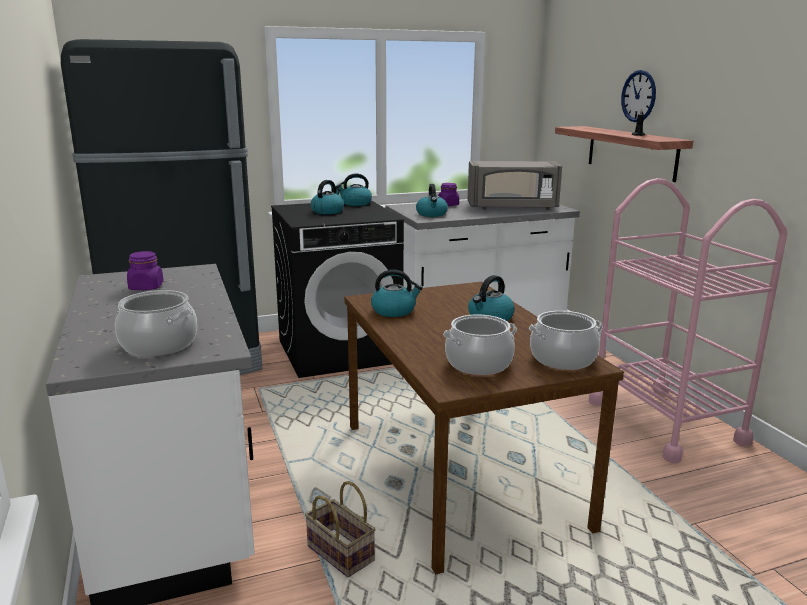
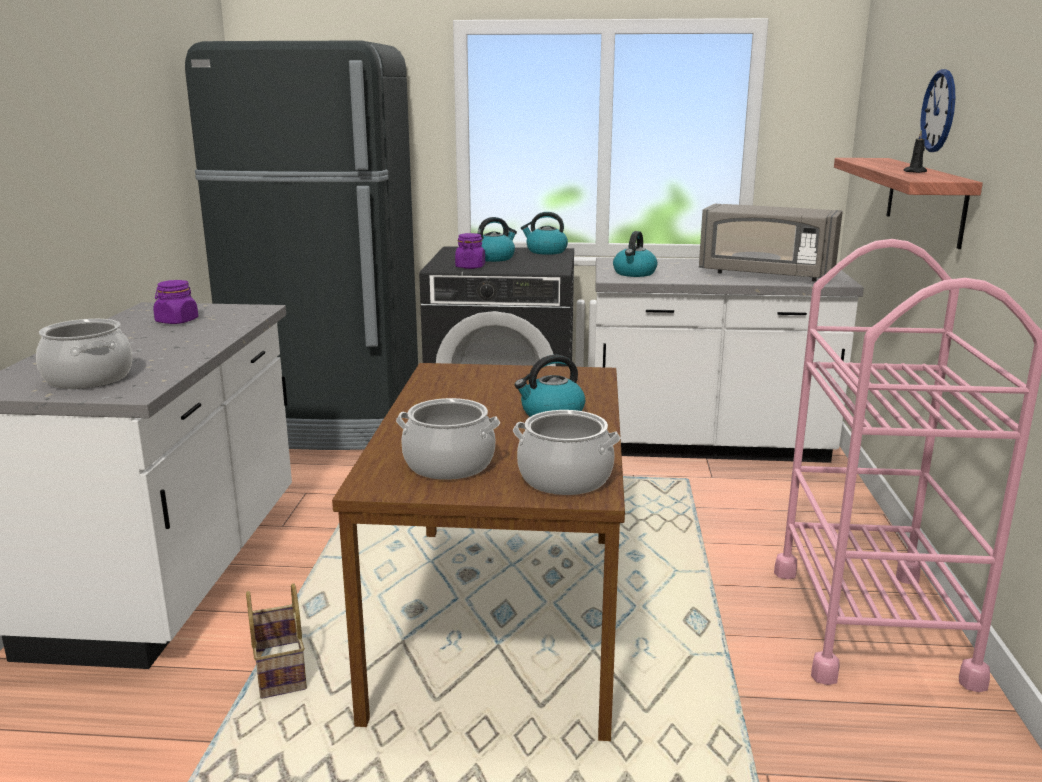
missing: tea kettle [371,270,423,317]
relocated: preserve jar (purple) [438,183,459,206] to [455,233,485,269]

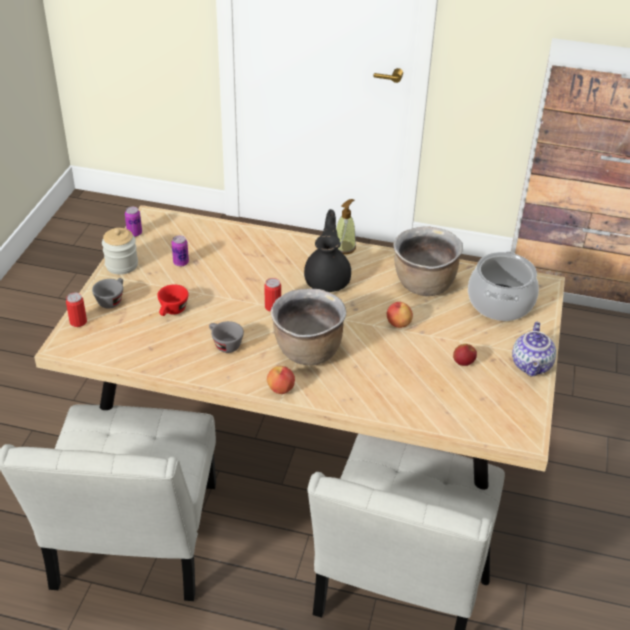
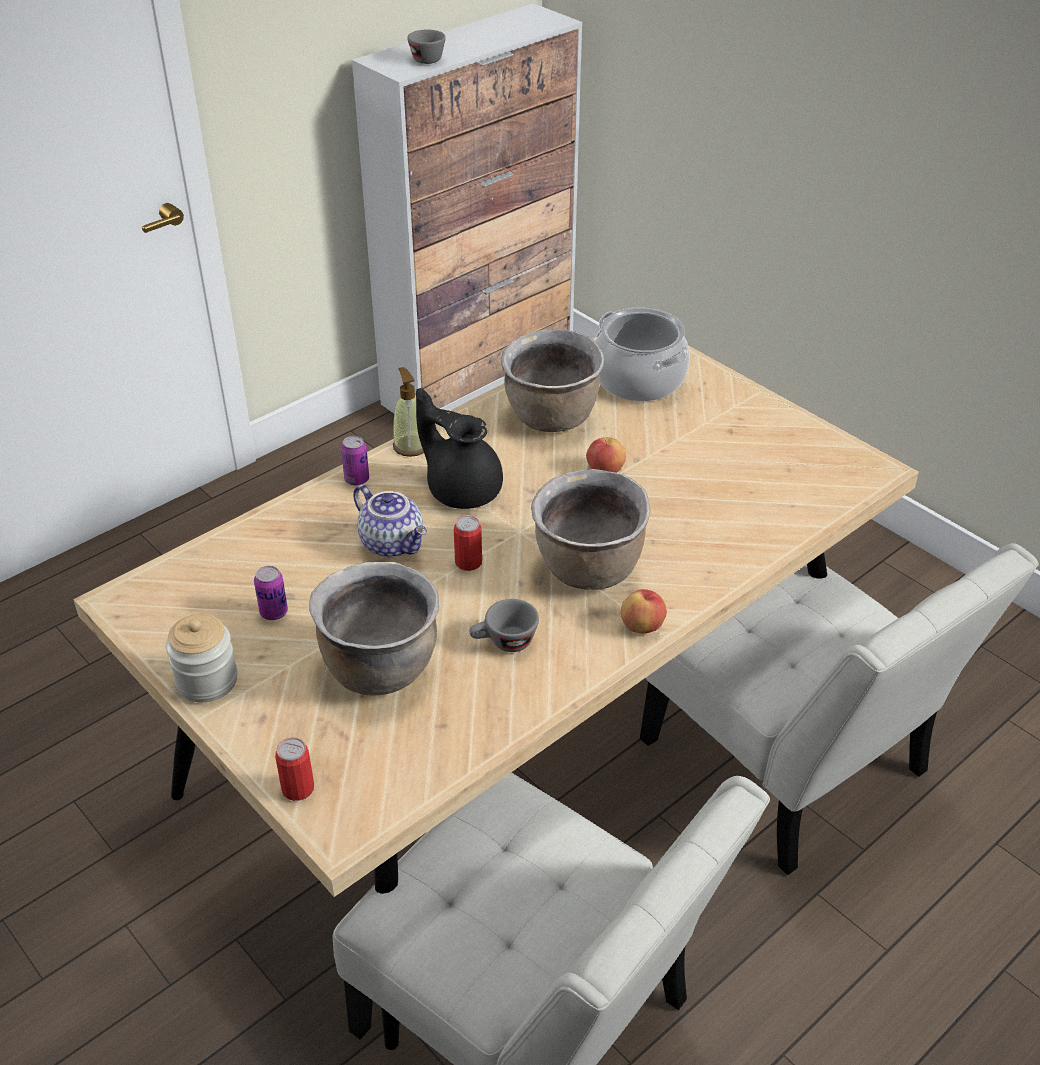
missing: apple fruit [453,344,477,366]
relocated: drinking cup (grey) [92,278,123,309] to [407,30,446,64]; metal can [125,207,142,237] to [341,436,369,485]; pot for tea [512,322,556,376] to [353,485,427,557]
exchanged: drinking cup (red) [157,284,188,316] to cooking pot (brown-coloured) [309,562,439,695]

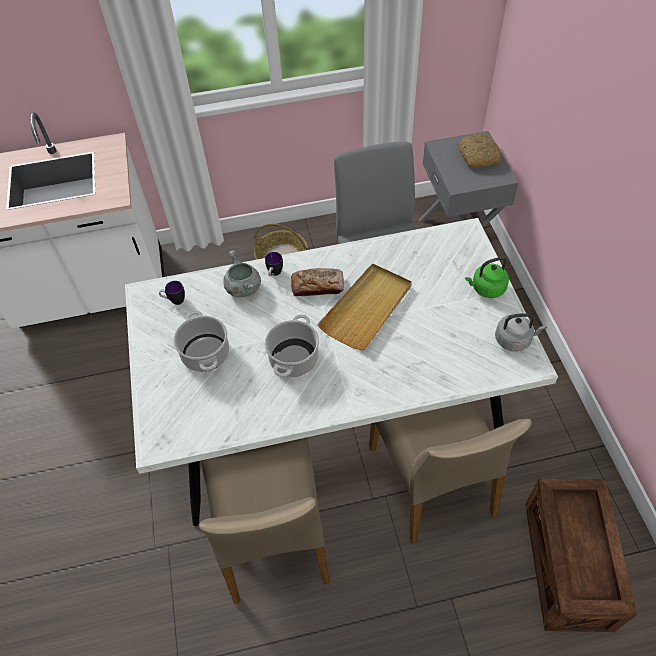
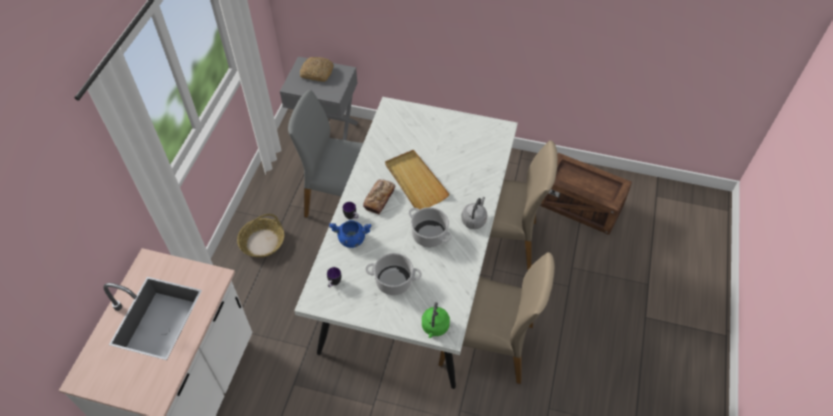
relocated: tea kettle (greenish) [465,257,509,298] to [422,302,450,338]; tea kettle (grey) [495,313,547,352] to [461,197,487,229]
colour: cooking pot (grey) [223,250,261,298] to cooking pot (bluish) [329,220,371,248]

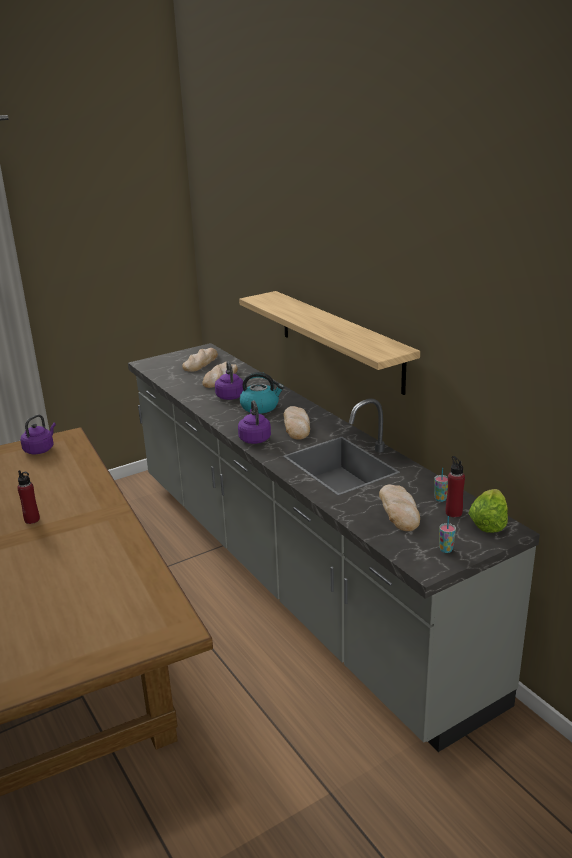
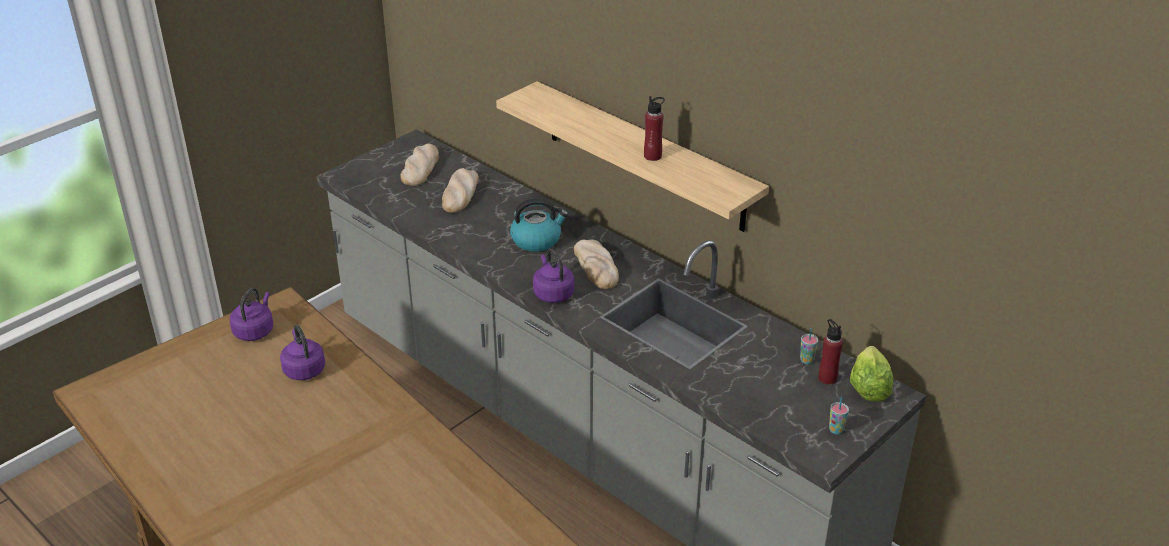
missing: bread [379,484,420,531]
relocated: drink bottle (red) [17,470,40,524] to [644,96,665,161]; tea kettle (purple) [215,361,243,400] to [280,324,325,380]

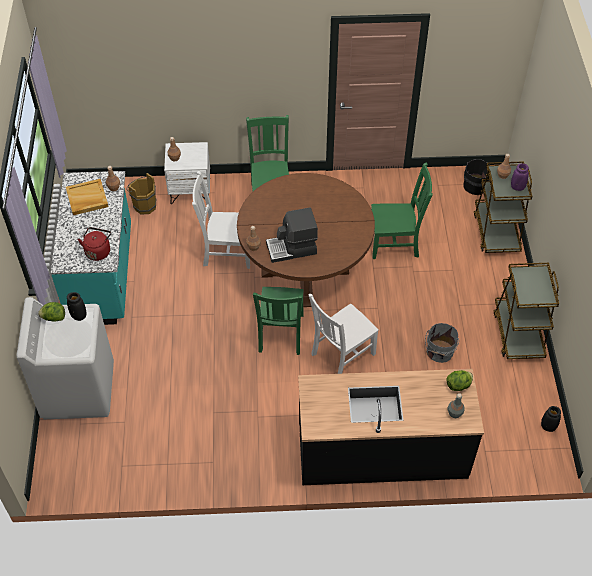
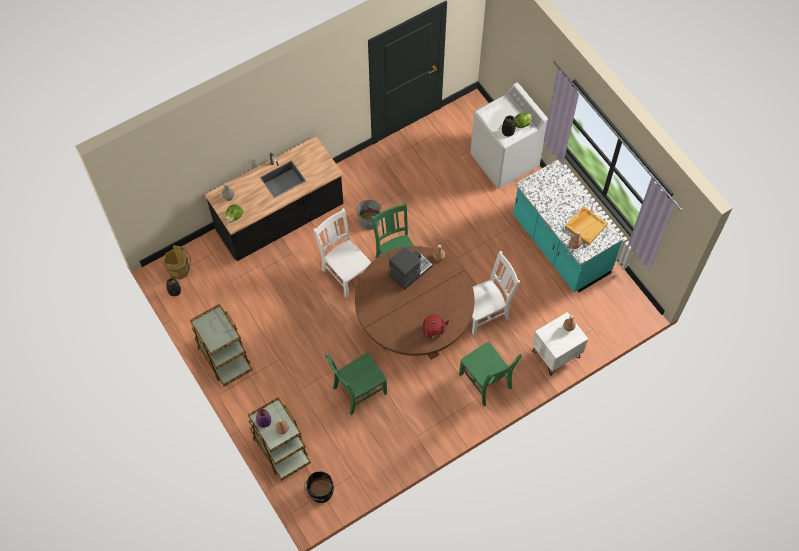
relocated: tea kettle (red) [78,227,111,261] to [423,315,449,339]; water bucket (brown-coloured) [126,173,156,215] to [163,245,191,280]; water bucket (grey) [425,323,459,363] to [355,200,382,230]
spun: plain chair (white) [308,294,379,374] = [313,208,372,298] 60 degrees counterclockwise

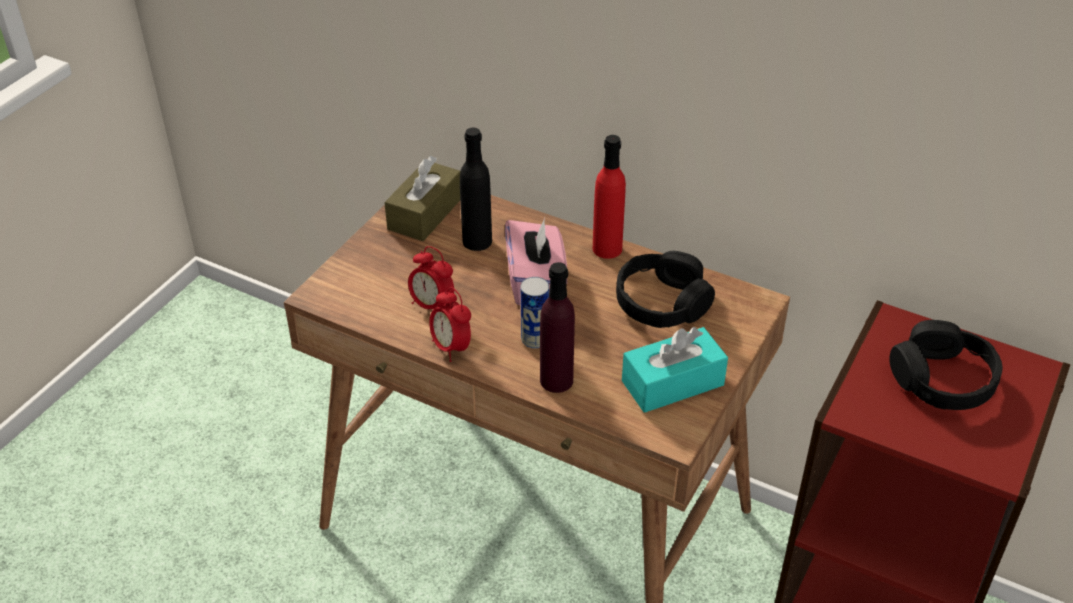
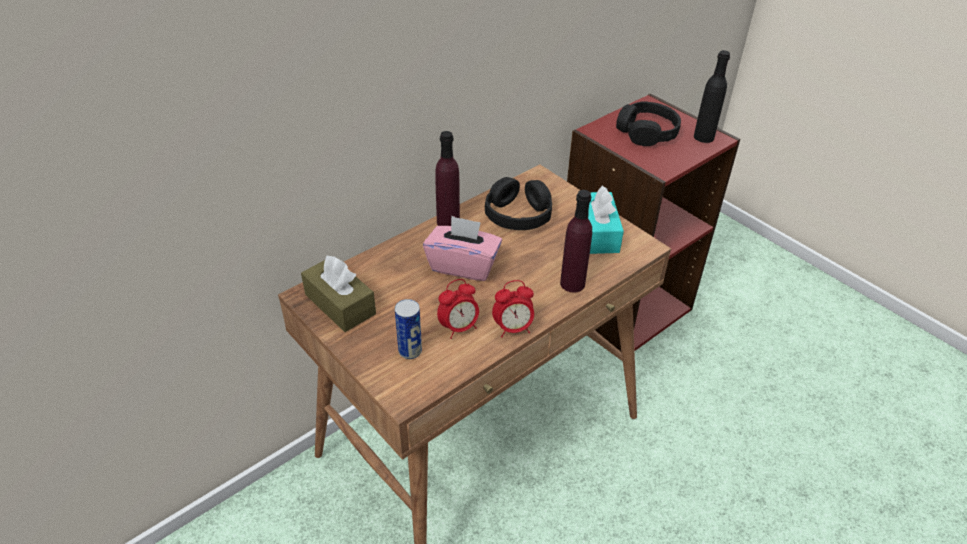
relocated: drink bottle (black-coloured) [460,127,492,251] to [694,50,730,143]; metal can [521,277,549,349] to [395,299,422,359]
colour: drink bottle (red) [593,135,626,259] to drink bottle (purple) [435,131,460,226]

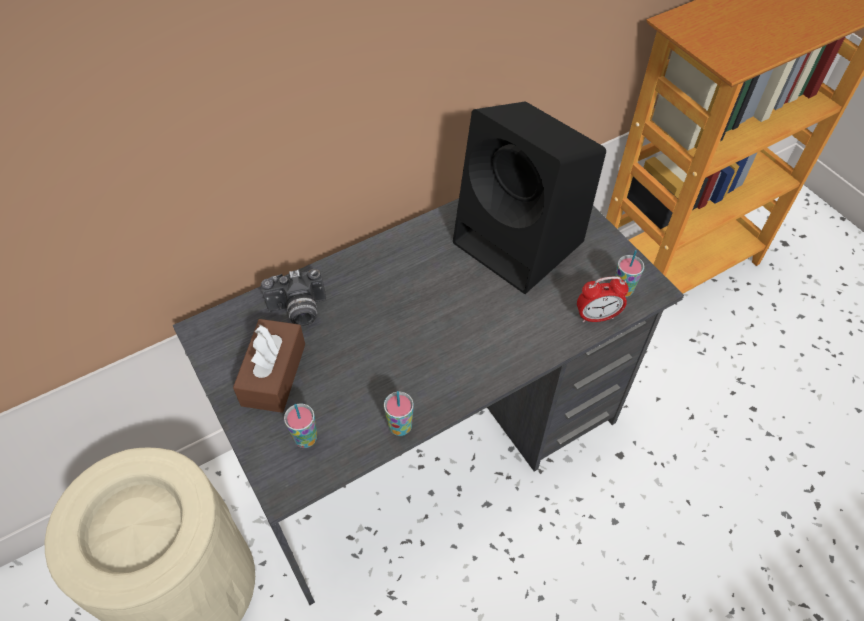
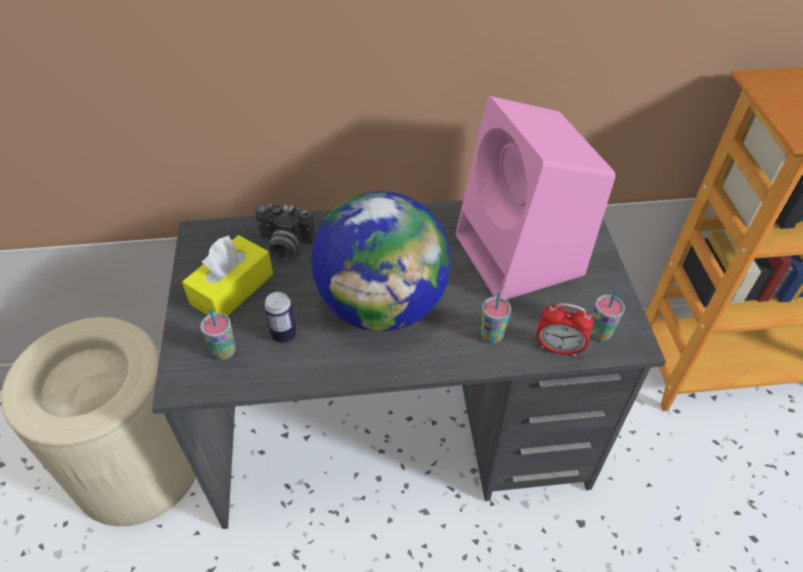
appeared: metal can [264,292,297,343]; globe [311,191,451,331]
relocated: drinking cup [384,391,414,436] to [481,291,511,343]
colour: tissue holder (brown-coloured) [233,319,305,413] to tissue holder (yellow-coloured) [182,235,273,316]; audio speaker (black-coloured) [453,102,606,294] to audio speaker (pinkish) [456,96,616,300]

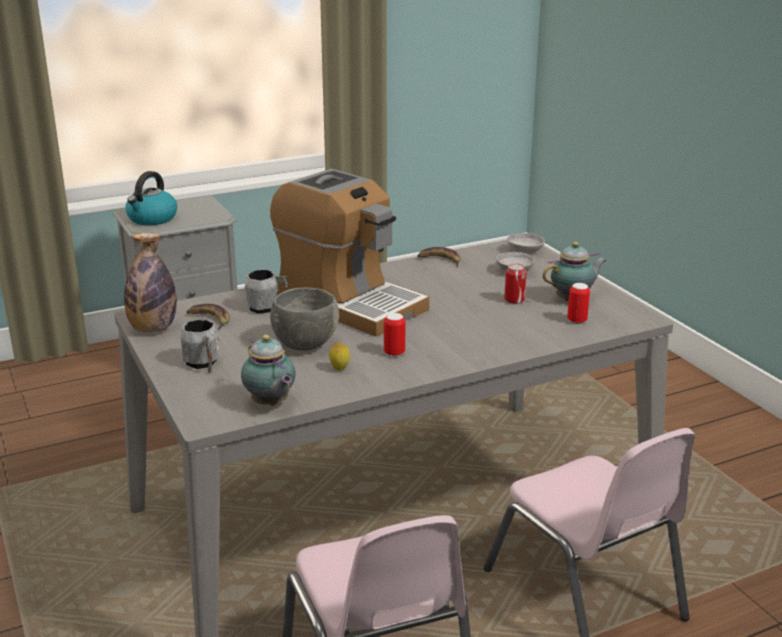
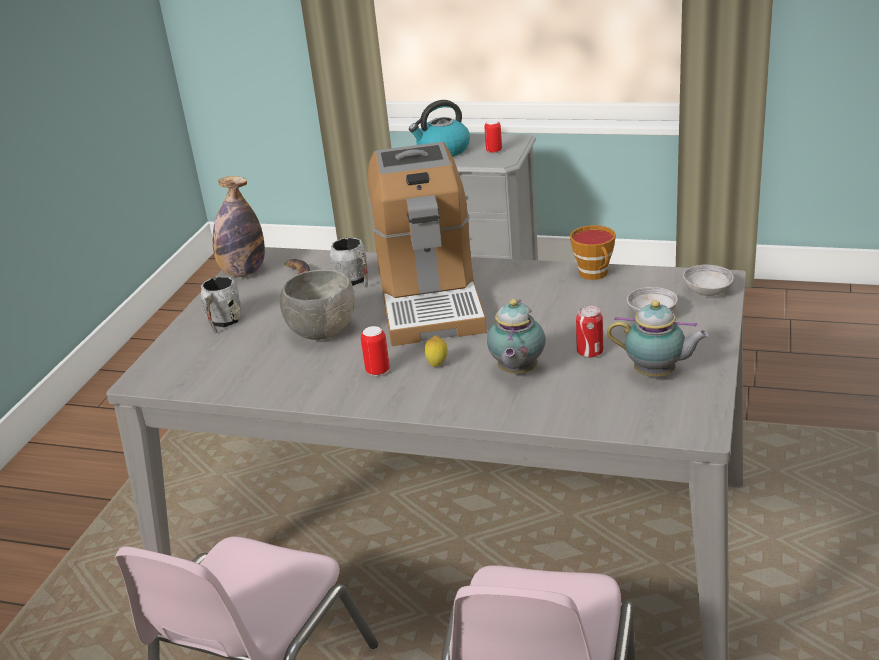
relocated: pot for tea [241,335,296,406] to [487,299,545,375]; lemon [329,342,350,371] to [425,336,448,367]; metal can [567,283,590,324] to [484,120,502,153]
exchanged: banana [417,247,461,267] to drinking cup [570,225,616,280]

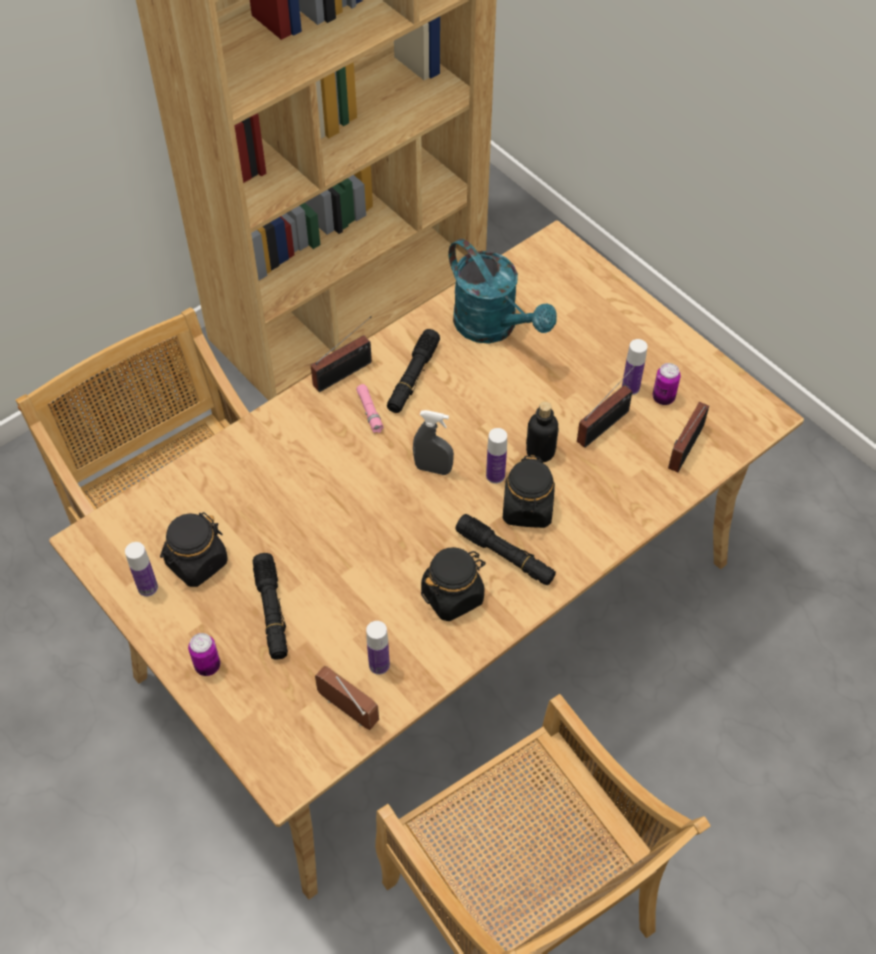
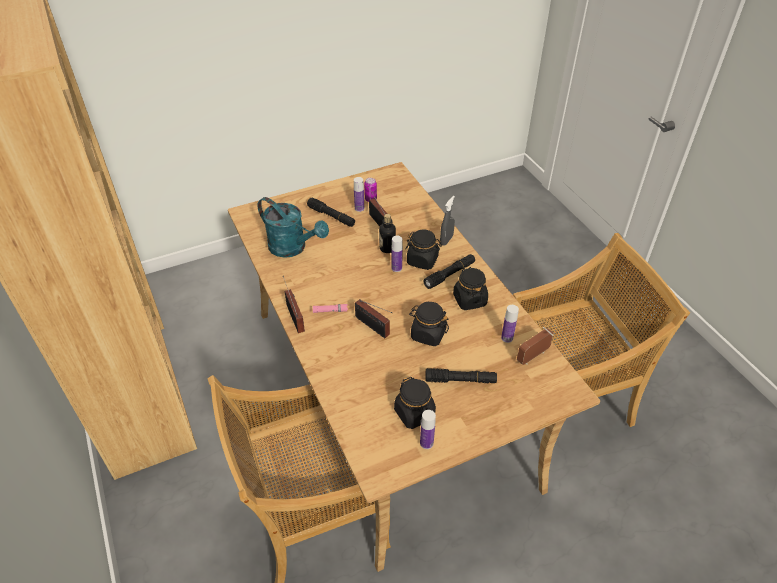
missing: metal can [188,633,220,676]
appeared: preserve jar (black-coloured) [409,302,449,346]
relocated: flashlight (black-coloured) [387,329,440,413] to [307,198,355,227]; hand sprayer (grey) [413,410,454,475] to [440,196,455,246]; radio [668,402,709,472] to [355,299,393,338]
spun: sprinkling can (turquoise-coloured) [448,239,557,344] = [258,197,329,258] 60 degrees clockwise

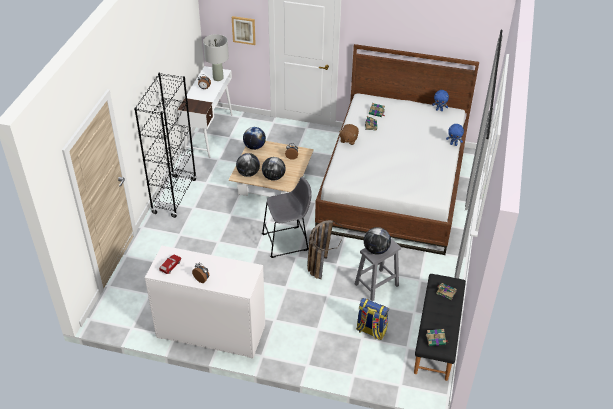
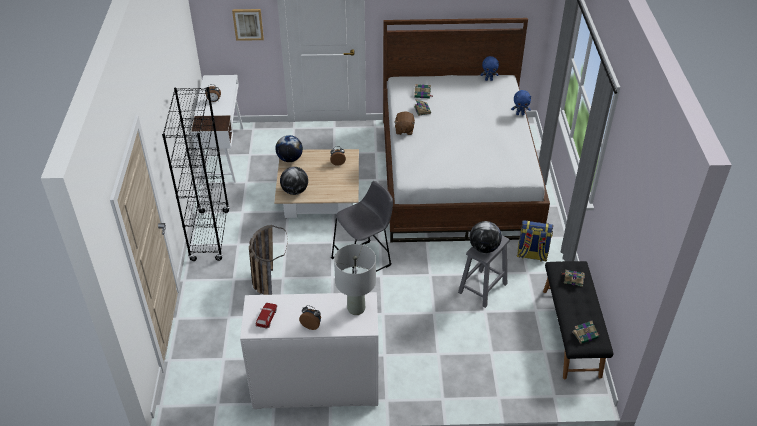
missing: globe [262,157,286,181]
relocated: tabletop lamp (grey) [203,34,229,81] to [334,244,376,315]; storage basket [307,220,344,279] to [249,225,288,295]; knapsack [356,298,389,340] to [517,220,554,262]

